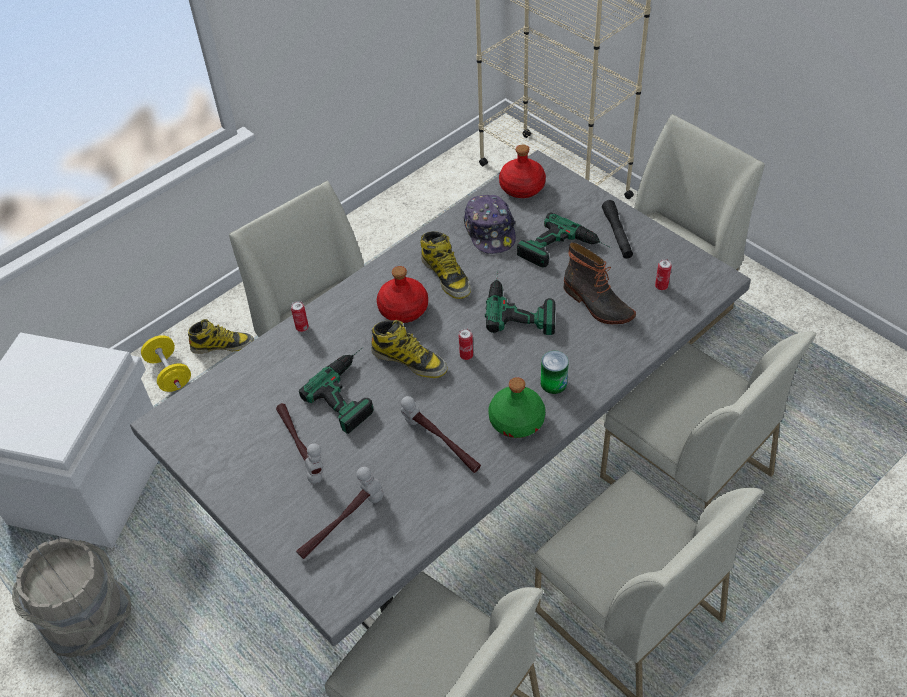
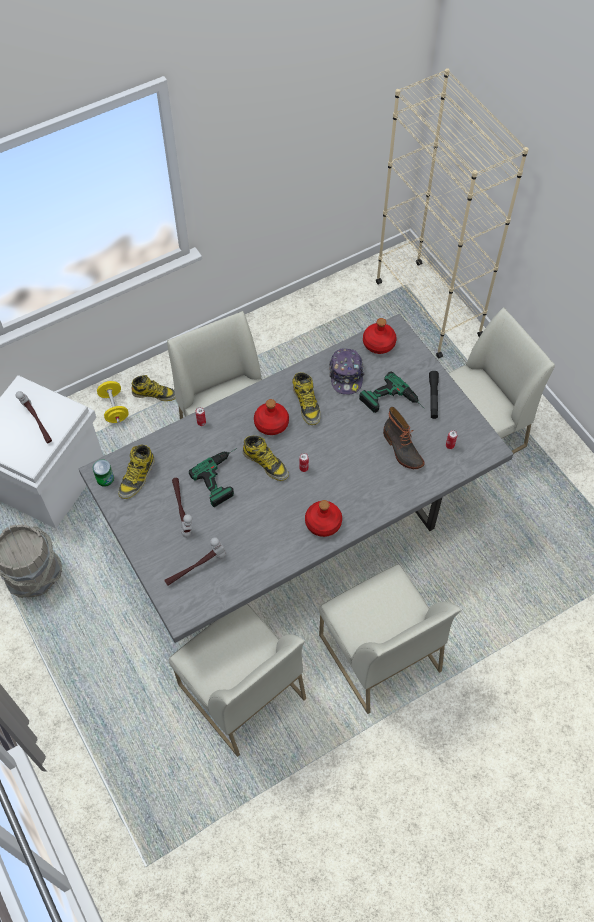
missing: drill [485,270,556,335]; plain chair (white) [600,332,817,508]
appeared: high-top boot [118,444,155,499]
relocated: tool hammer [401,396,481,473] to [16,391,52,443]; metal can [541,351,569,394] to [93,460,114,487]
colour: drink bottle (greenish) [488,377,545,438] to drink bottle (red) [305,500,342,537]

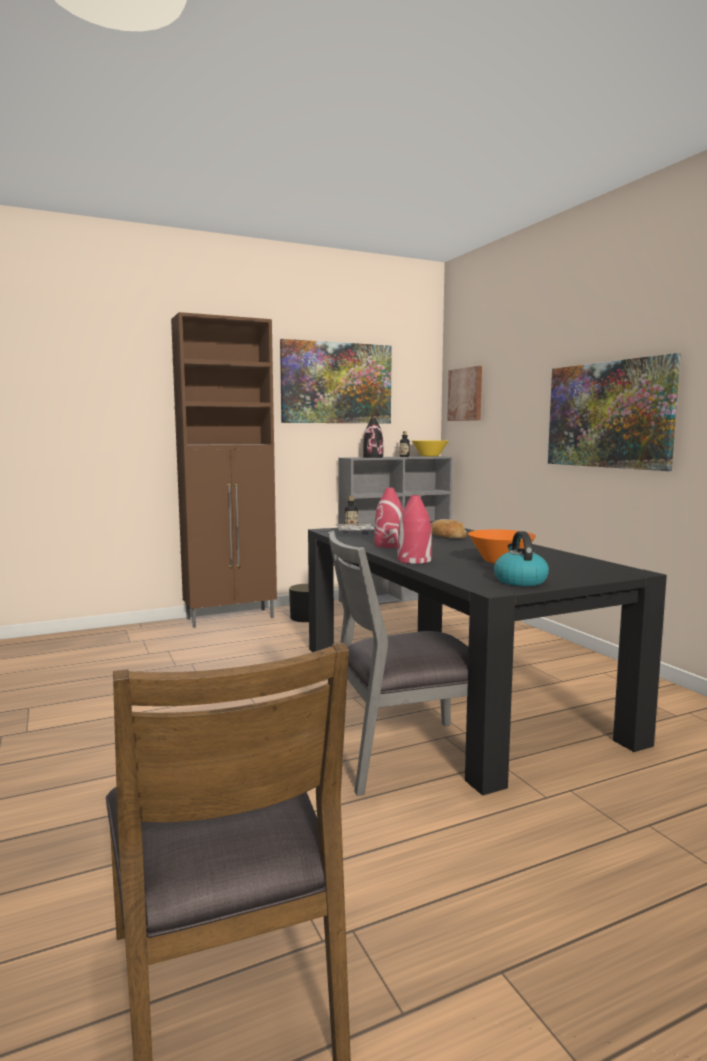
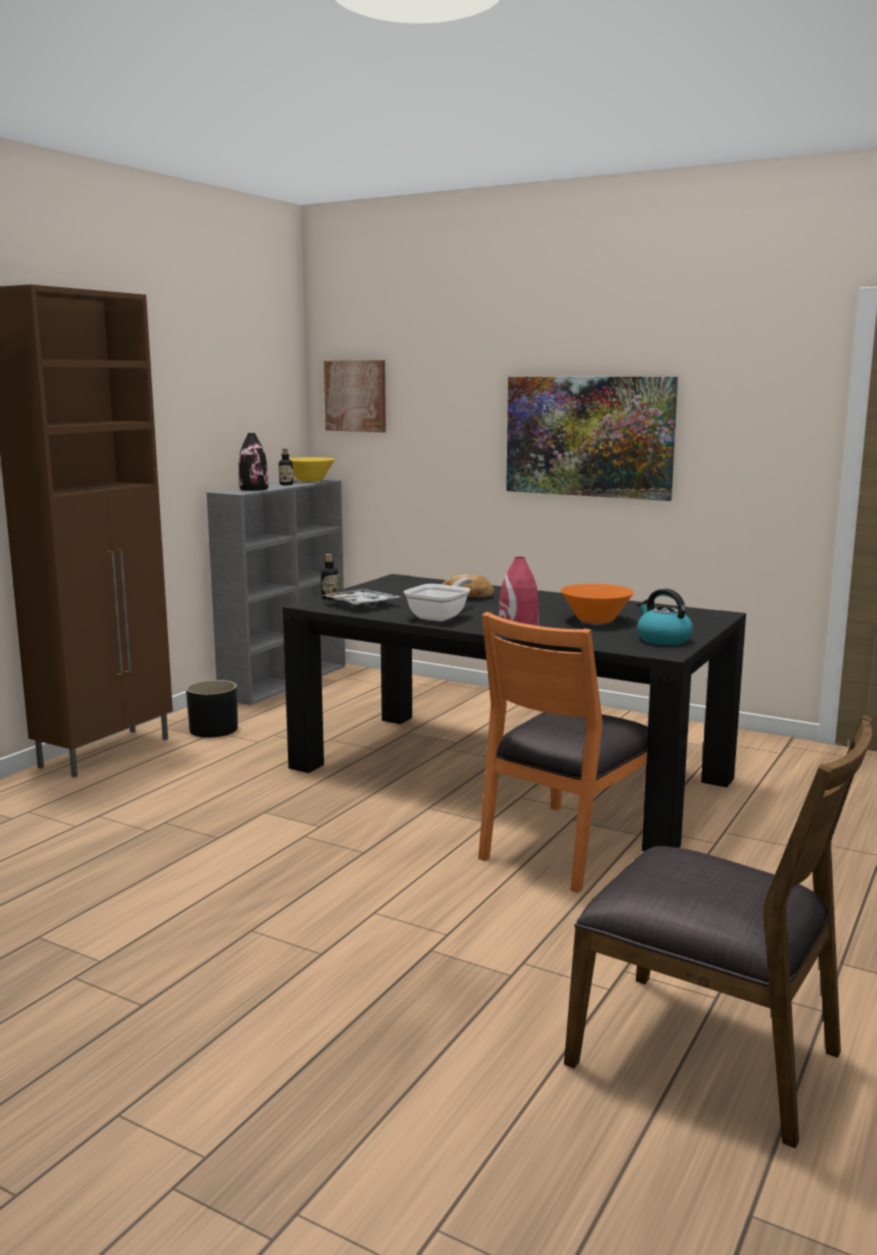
missing: wall art [280,339,392,424]
exchanged: decorative vase (red) [374,488,403,548] to pan [404,578,473,621]
colour: plain chair (grey) [328,531,469,796] to plain chair (orangey) [478,612,648,893]

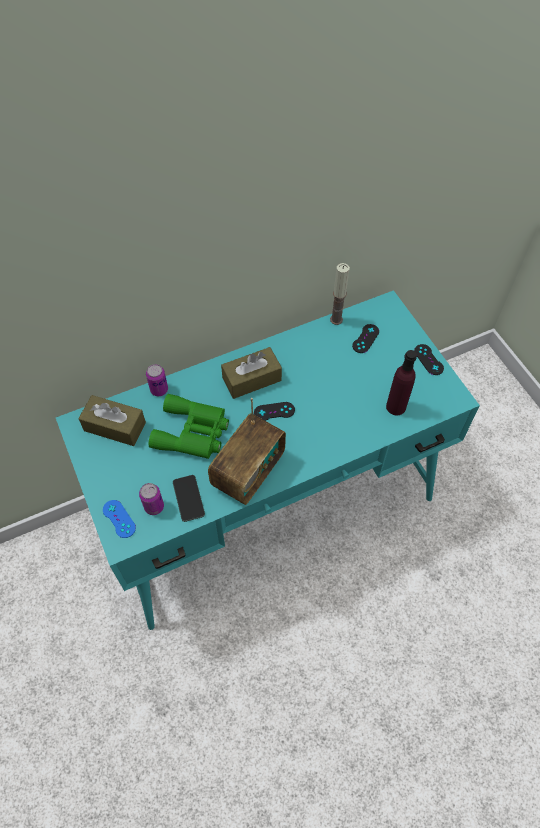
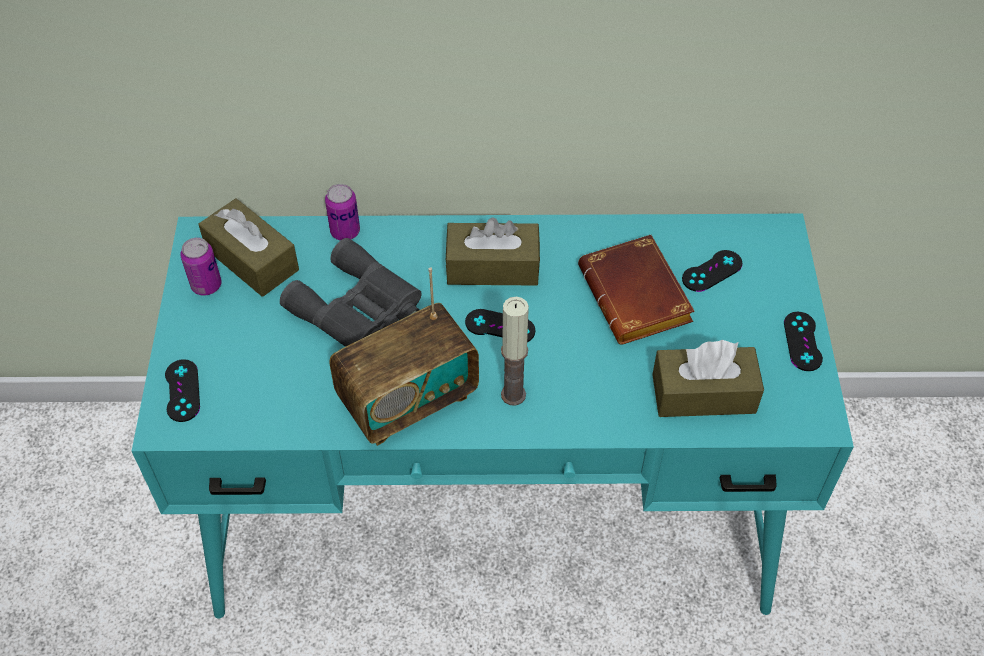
missing: phone [173,475,205,522]
appeared: bound book (brown-coloured) [578,235,695,345]
relocated: metal can [139,483,164,515] to [181,238,222,296]; wax candle [330,263,350,325] to [501,297,529,405]
exchanged: drink bottle (purple) [386,350,417,415] to tissue holder (brown-coloured) [652,340,764,417]
colour: joypad (bluish) [103,500,136,538] to joypad (black-coloured) [165,359,200,422]; pair of binoculars (greenish) [149,394,229,459] to pair of binoculars (grey) [280,238,421,347]

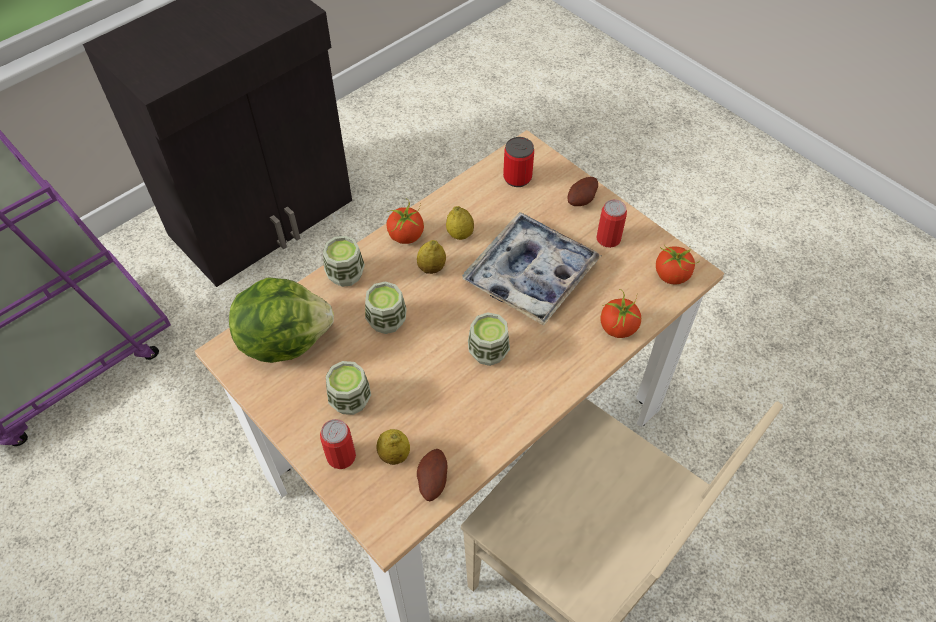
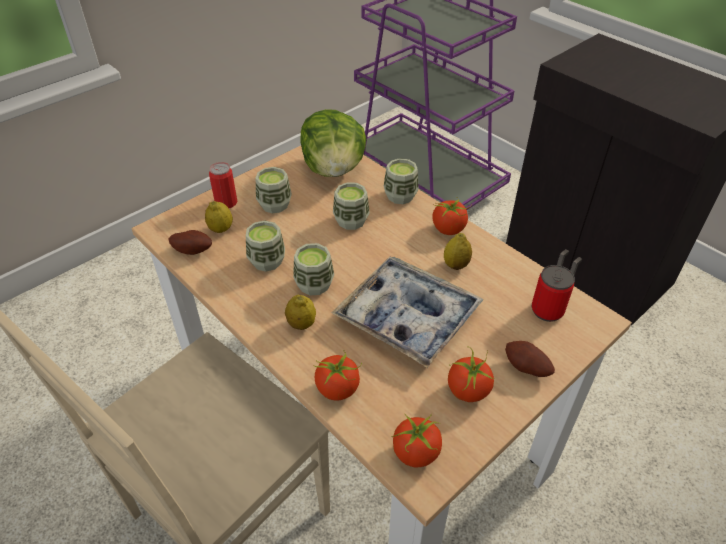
appeared: drinking cup [246,220,285,272]
relocated: lemon [417,240,446,274] to [285,295,316,330]
exchanged: metal can [596,199,627,248] to tomato [448,347,495,402]

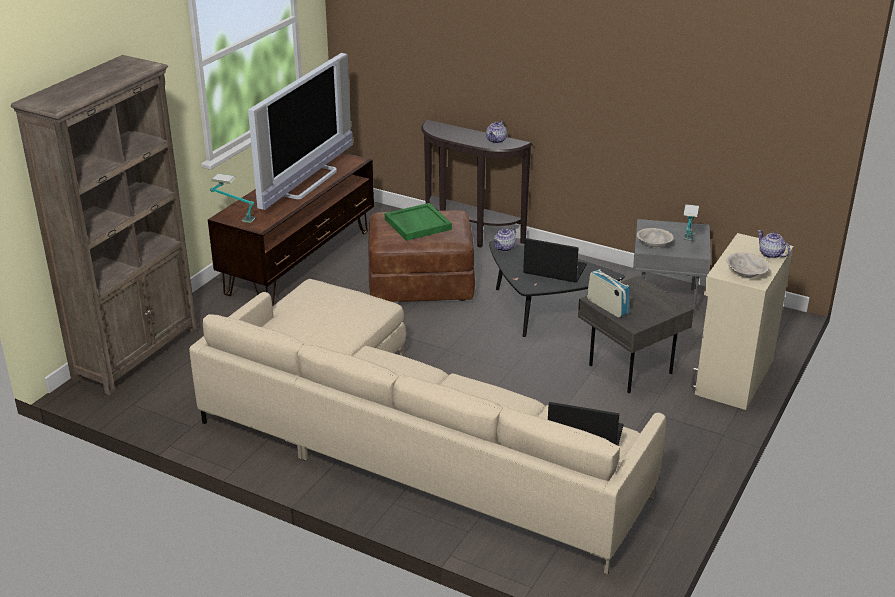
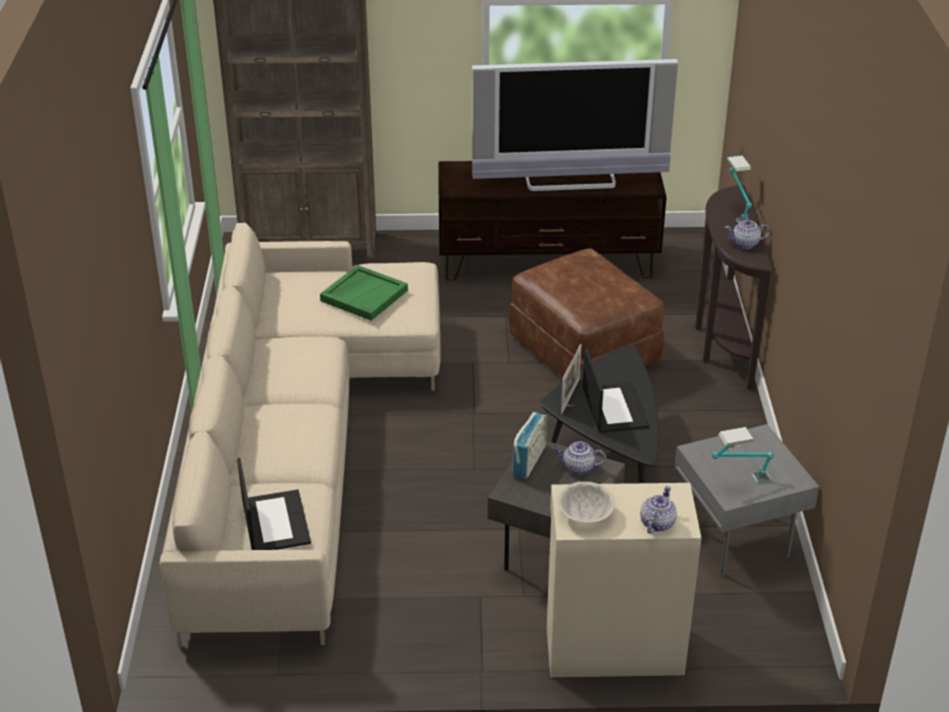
missing: bowl (beige) [637,228,674,248]
appeared: photo frame [561,344,581,414]
relocated: tabletop lamp [210,174,256,223] to [727,156,752,224]; tray (greenish) [385,203,452,241] to [320,265,408,321]; pot for tea [493,227,516,251] to [554,442,606,475]

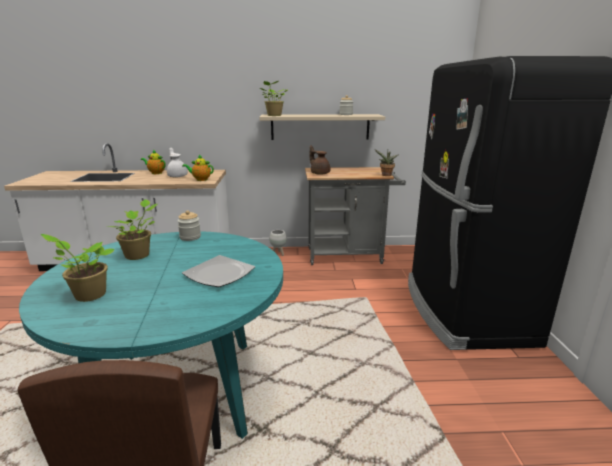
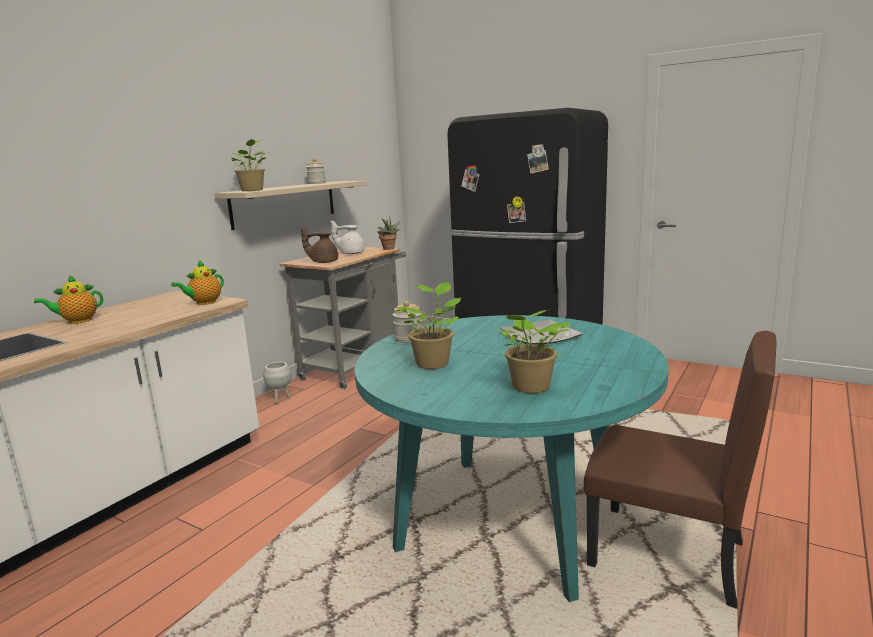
relocated: pot for tea (white) [167,148,188,178] to [331,221,365,254]

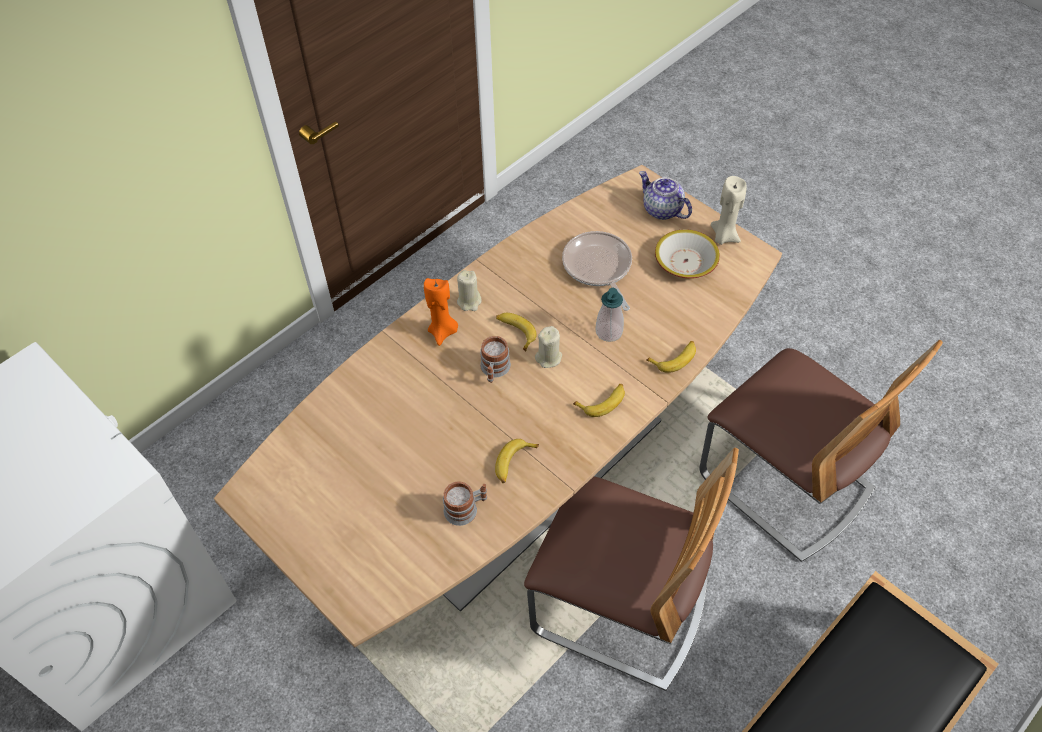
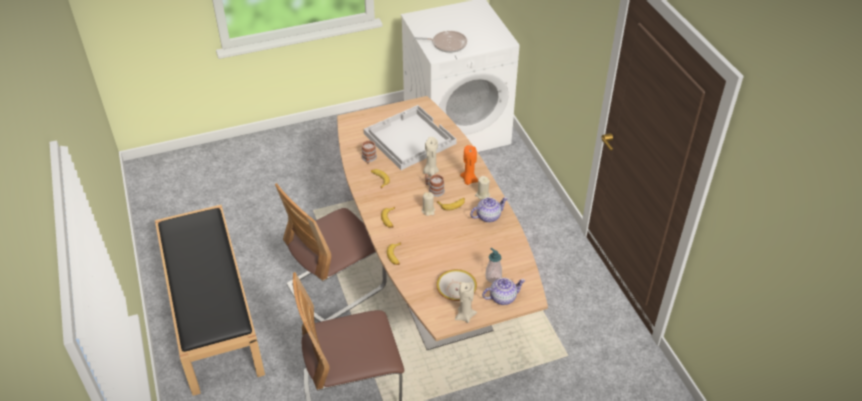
appeared: tray (white) [364,105,457,170]; wax candle (beige) [423,137,439,176]; pot for tea [470,197,508,223]
relocated: pan [562,231,632,311] to [414,31,467,53]; soap dispenser [596,288,624,342] to [485,248,502,283]

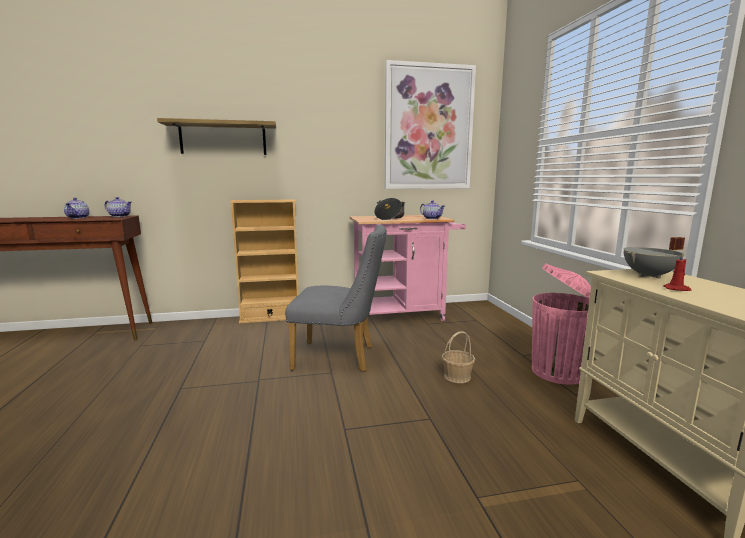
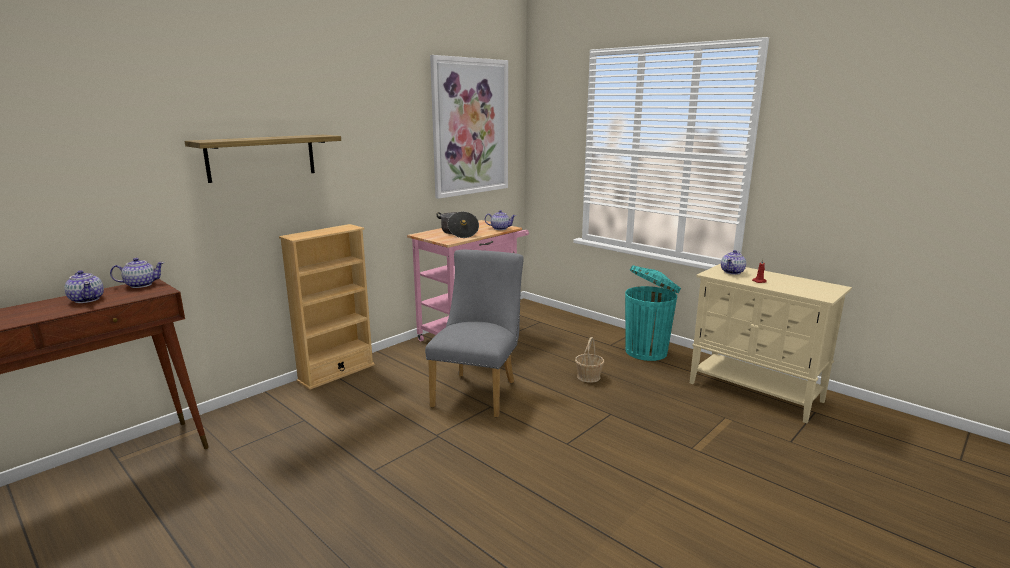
exchanged: cooking pot (grey) [624,237,685,279] to pot for tea [721,250,746,275]
colour: rubbish bin (pinkish) [532,263,591,385] to rubbish bin (turquoise-coloured) [625,265,681,361]
spun: plain chair (grey) [285,225,387,372] = [425,250,524,418] 45 degrees counterclockwise

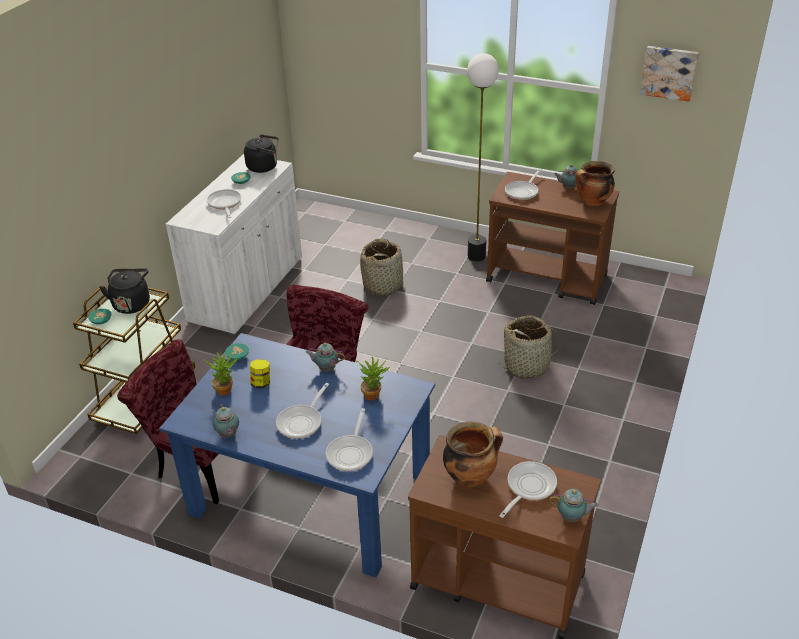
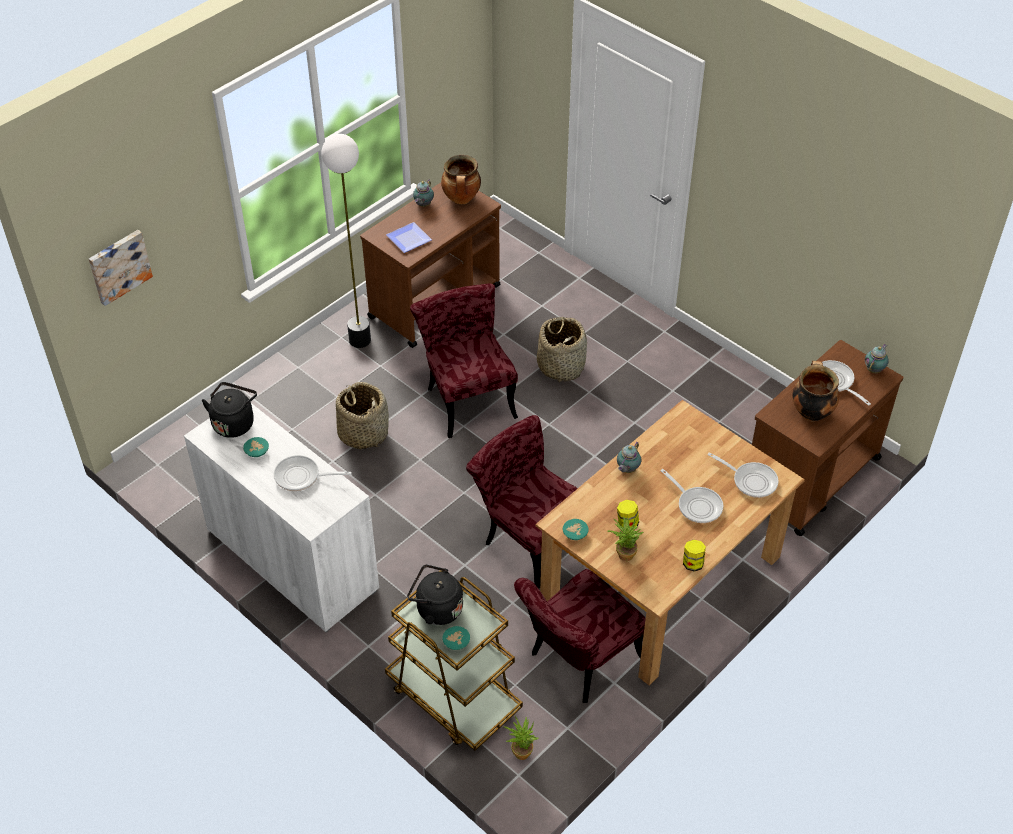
appeared: plain chair (red) [410,284,518,438]
relocated: plant in a pot [356,356,390,401] to [504,716,538,760]; wall art [640,46,699,102] to [89,230,153,306]
exchanged: pot for tea [213,404,239,438] to preserve jar [683,540,706,572]; pan [505,169,542,200] to flat dish [386,222,432,253]
colour: dinner table (bluish) [159,333,435,578] to dinner table (brown-coloured) [536,400,805,686]

